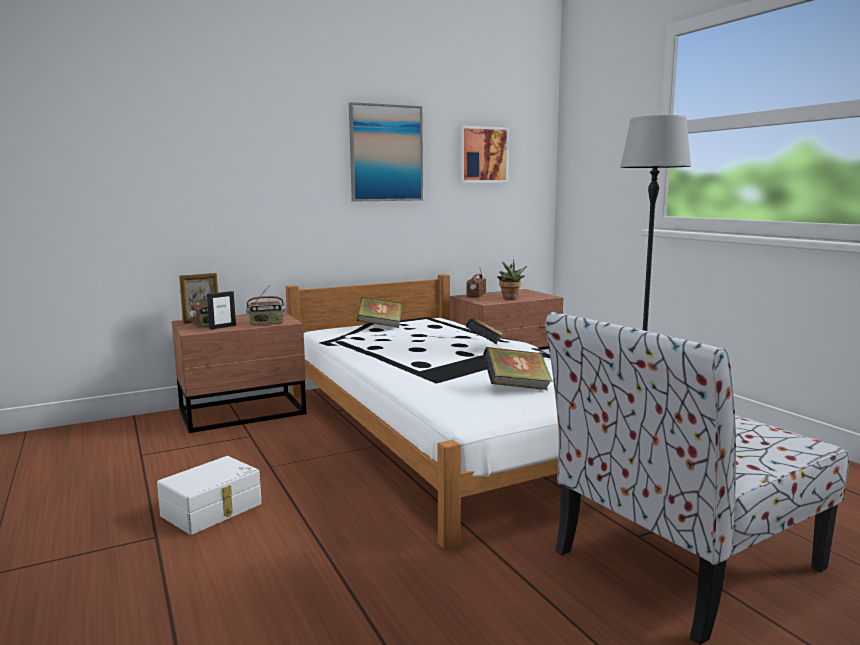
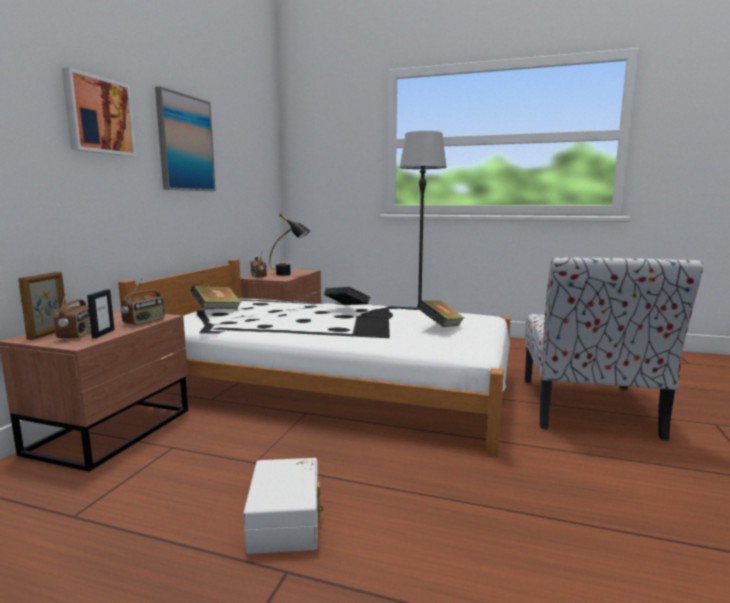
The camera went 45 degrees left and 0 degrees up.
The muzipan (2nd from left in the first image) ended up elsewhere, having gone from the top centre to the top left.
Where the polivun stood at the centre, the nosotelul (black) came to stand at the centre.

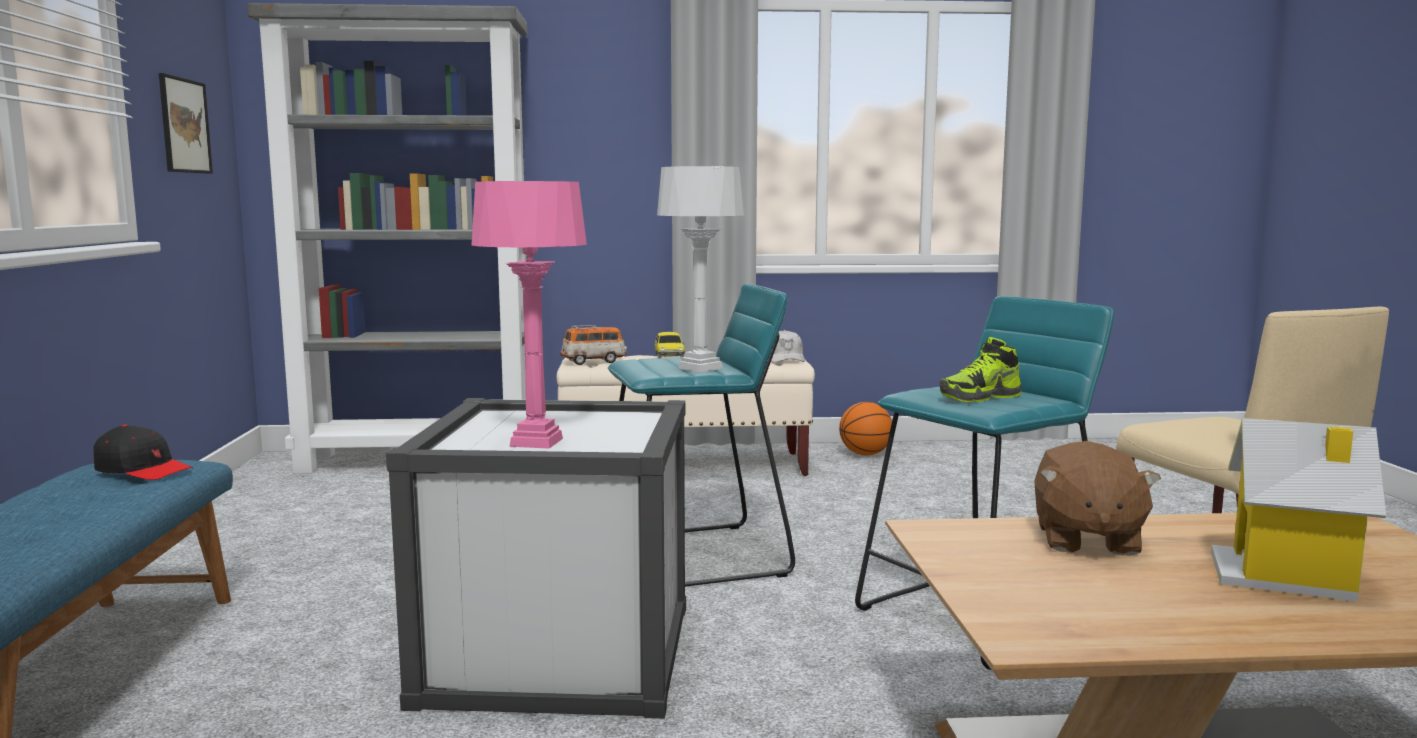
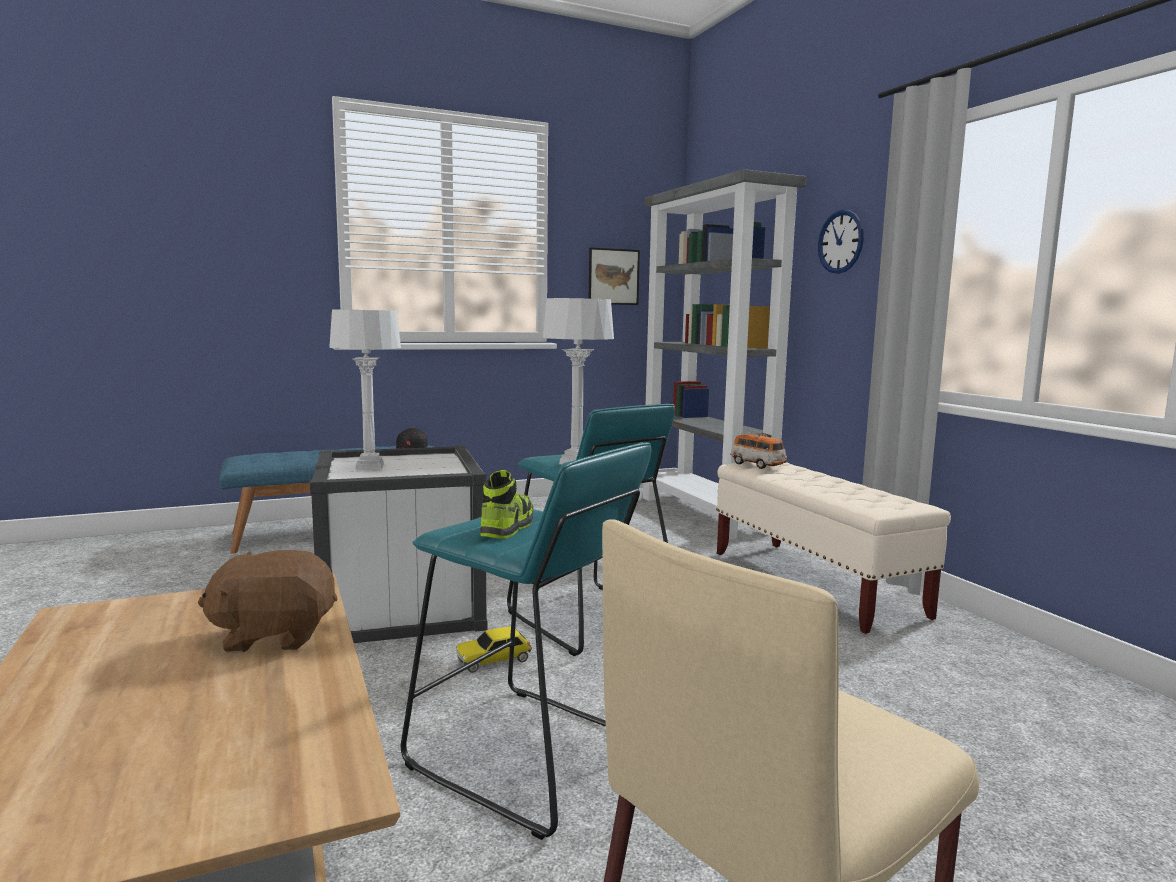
The camera went 70 degrees right and 0 degrees up.
What was the nosotelul (pink) at the centre turned into the nosotelul (grey) (1st from left) at the middle left.
The second view lost the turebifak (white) at the centre.
The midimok (2nd from left in the first image) ended up elsewhere, having gone from the centre to the bottom centre.
The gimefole at the middle right ended up facing another way, 60 degrees clockwise from before.
The second view lost the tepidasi at the centre.
The second view lost the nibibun at the bottom right.
The second view gained the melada at the top right.

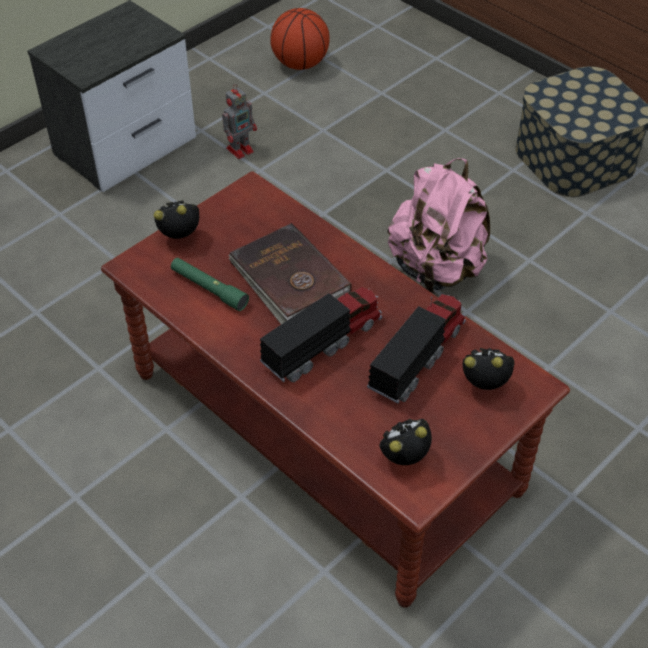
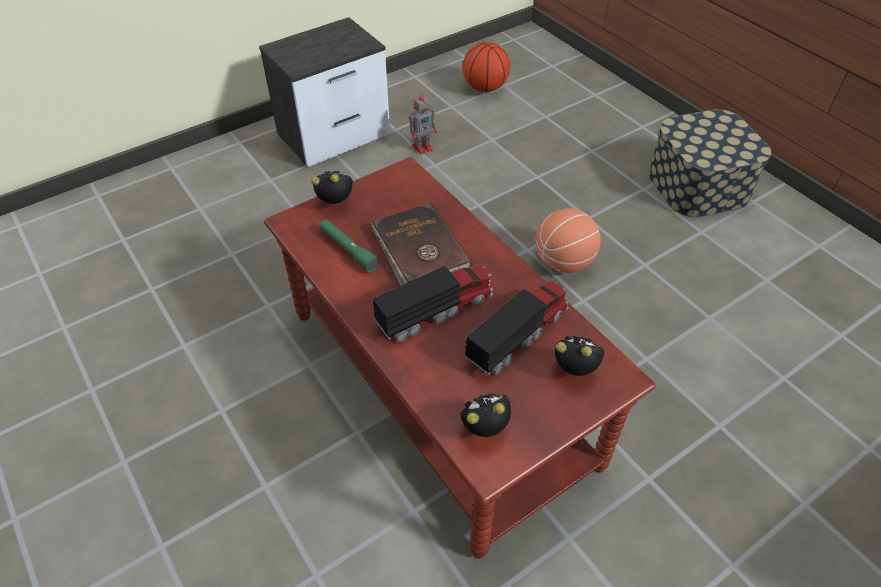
The camera went 10 degrees right and 0 degrees up.
Where the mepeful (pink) stood at the middle right, the tepidasi (2nd from left) came to stand at the centre.

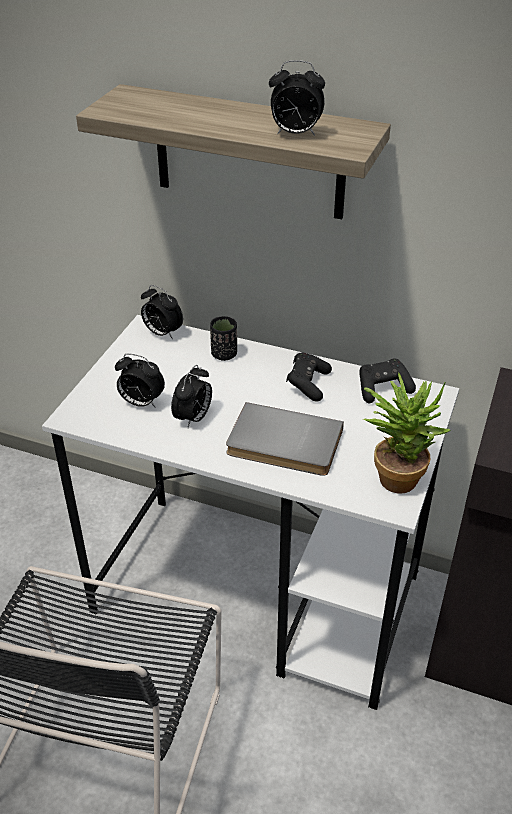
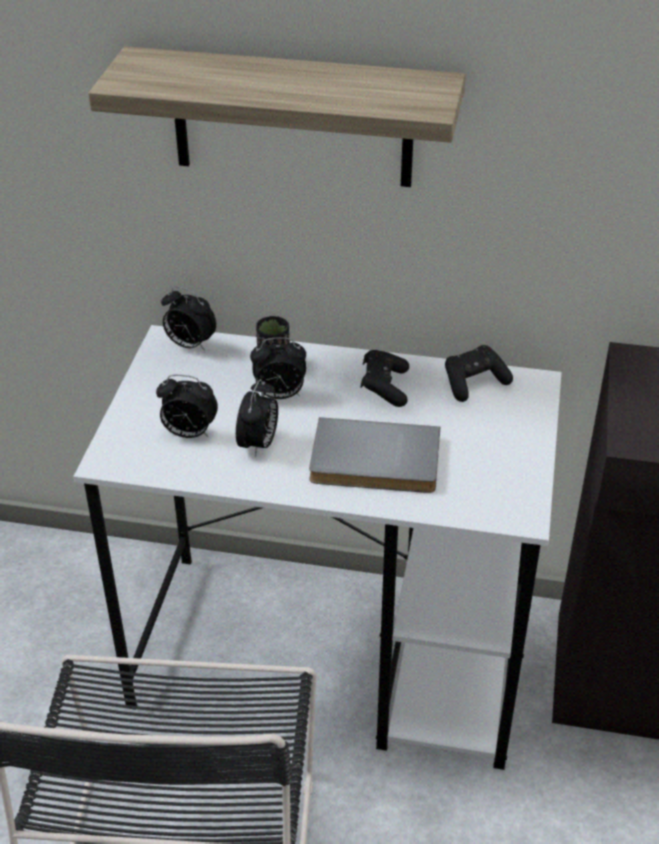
The camera went 10 degrees left and 0 degrees up.
The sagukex (4th from left) ended up elsewhere, having gone from the top centre to the centre.
The second view lost the polivun at the middle right.

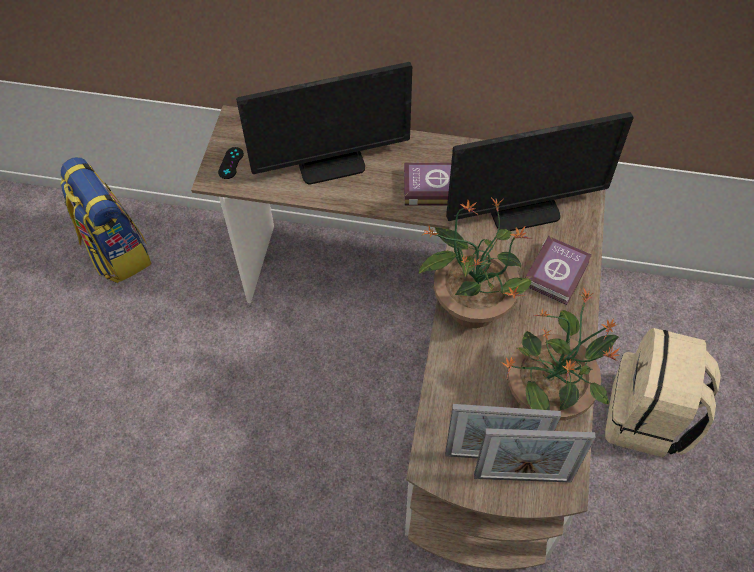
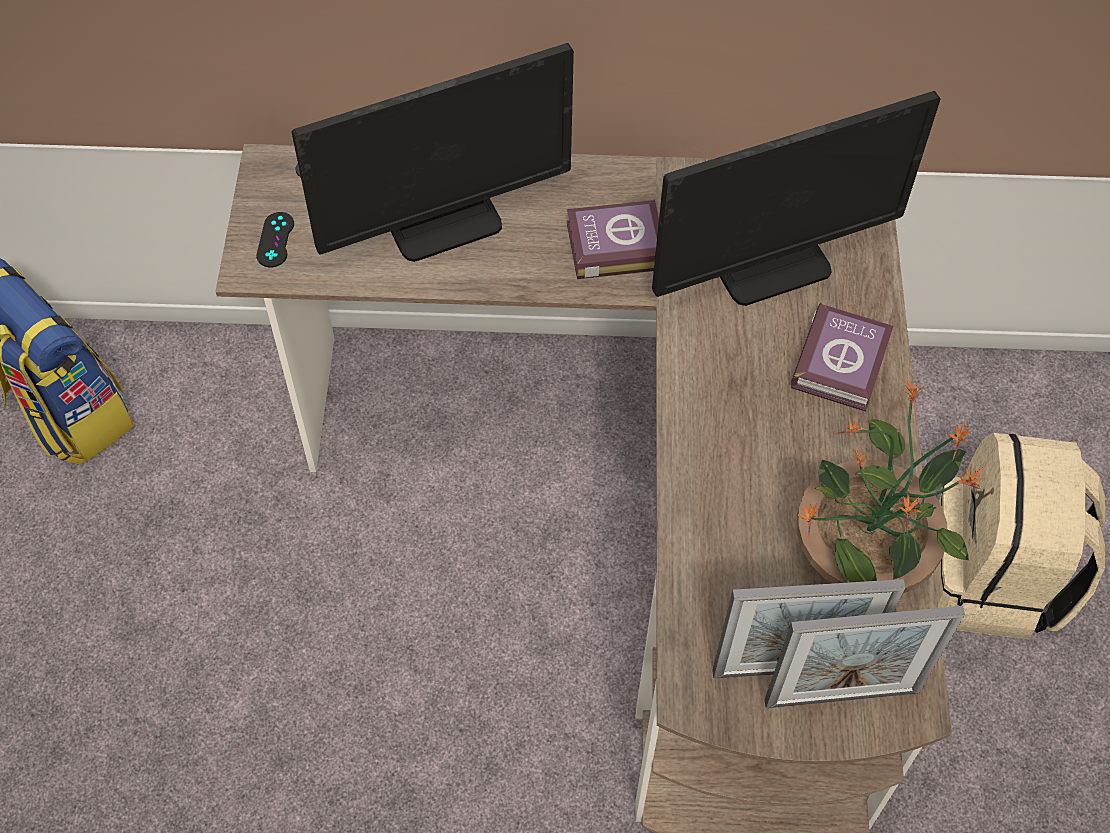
The camera went 10 degrees left and 0 degrees up.
The second view lost the polivun (1st from left) at the centre.

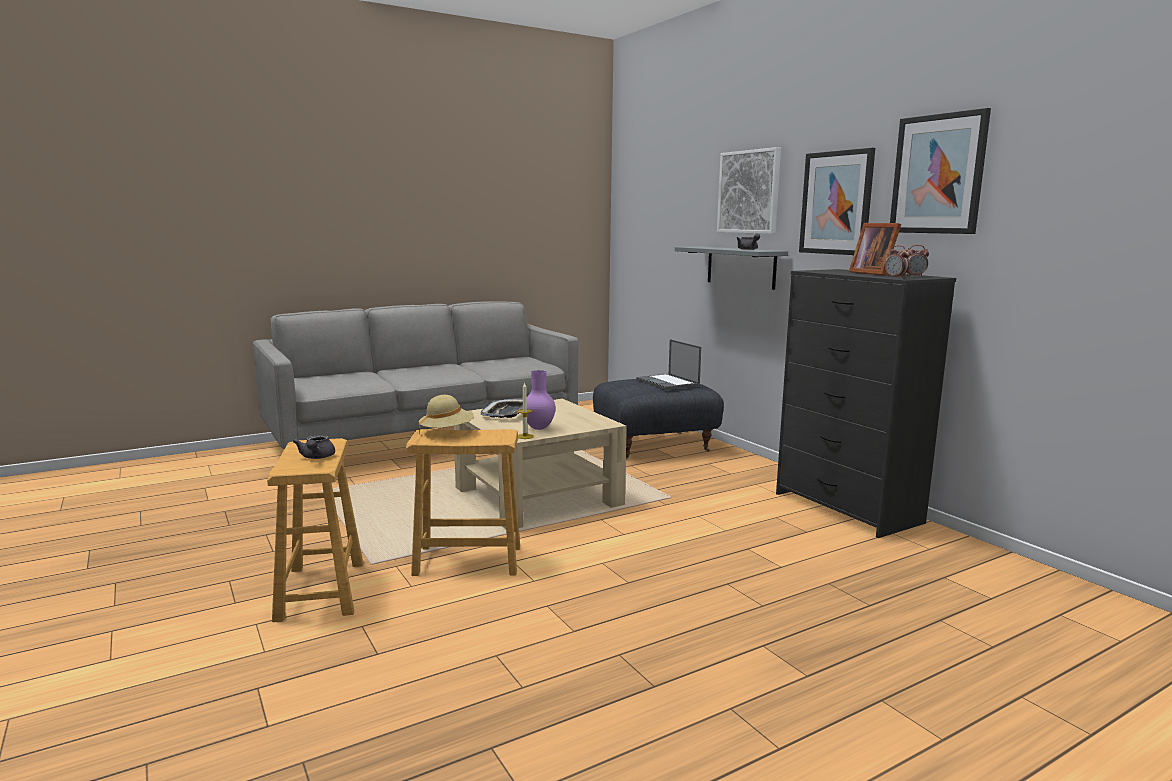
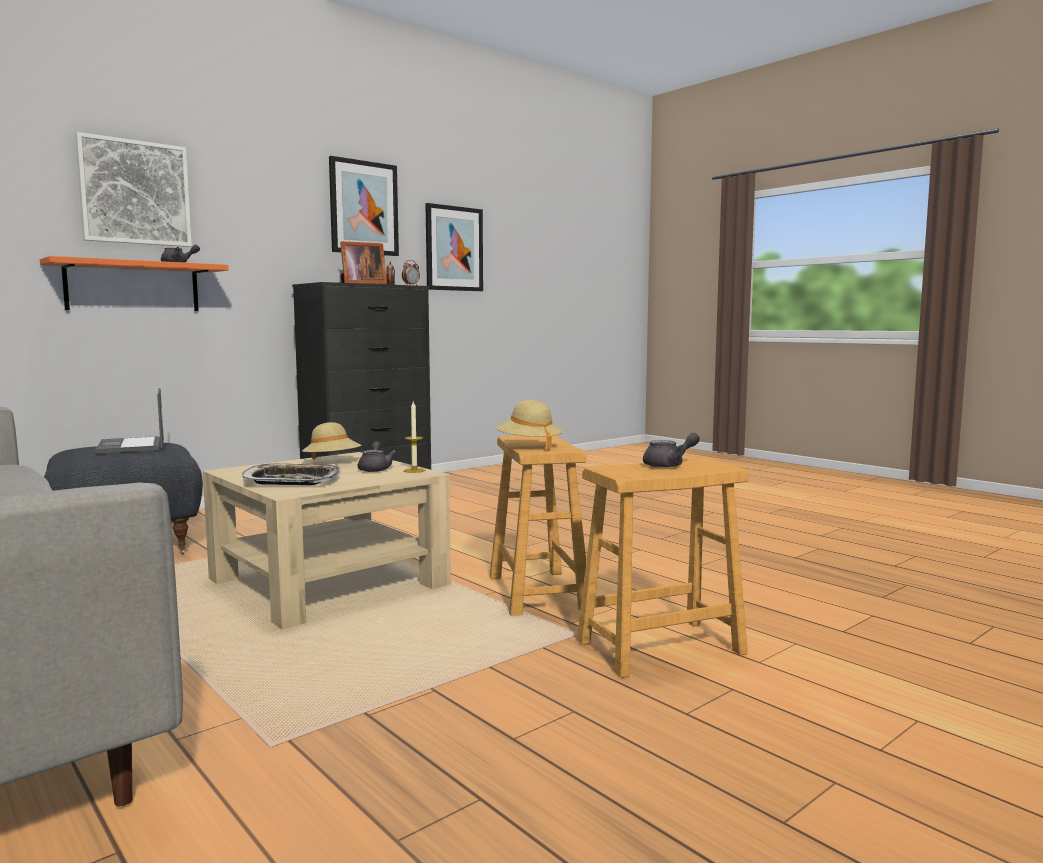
The camera went 100 degrees left and 5 degrees down.
The muzipan (2nd from left in the first image) ended up elsewhere, having gone from the top right to the top centre.
What was the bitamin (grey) at the centre turned into the bitamin (orange) at the top left.
The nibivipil at the centre ended up facing another way, 105 degrees clockwise from before.
Where the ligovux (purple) stood at the centre, the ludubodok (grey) (2nd from left) came to stand at the centre.
The second view gained the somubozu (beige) (1st from left) at the middle left.

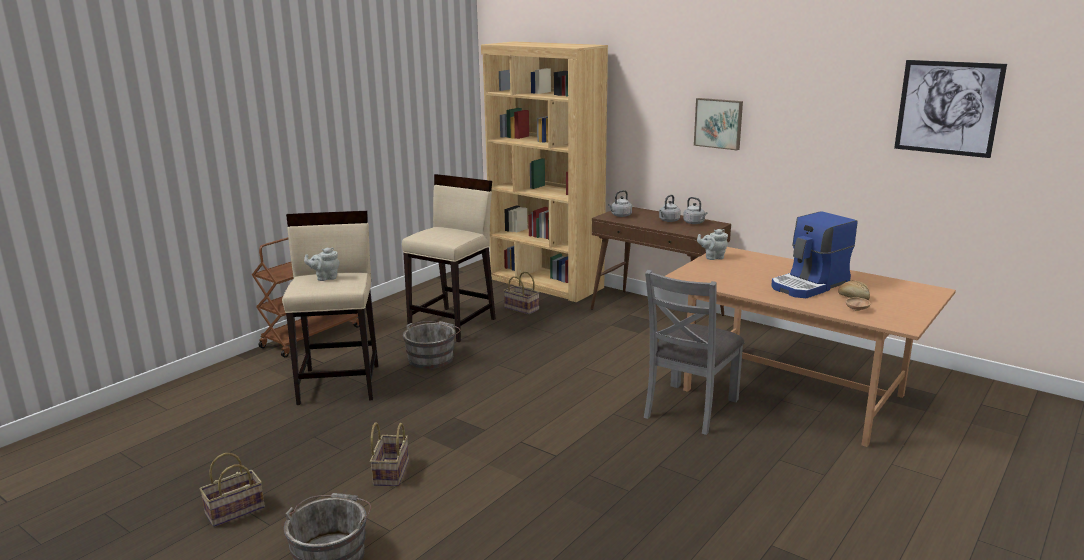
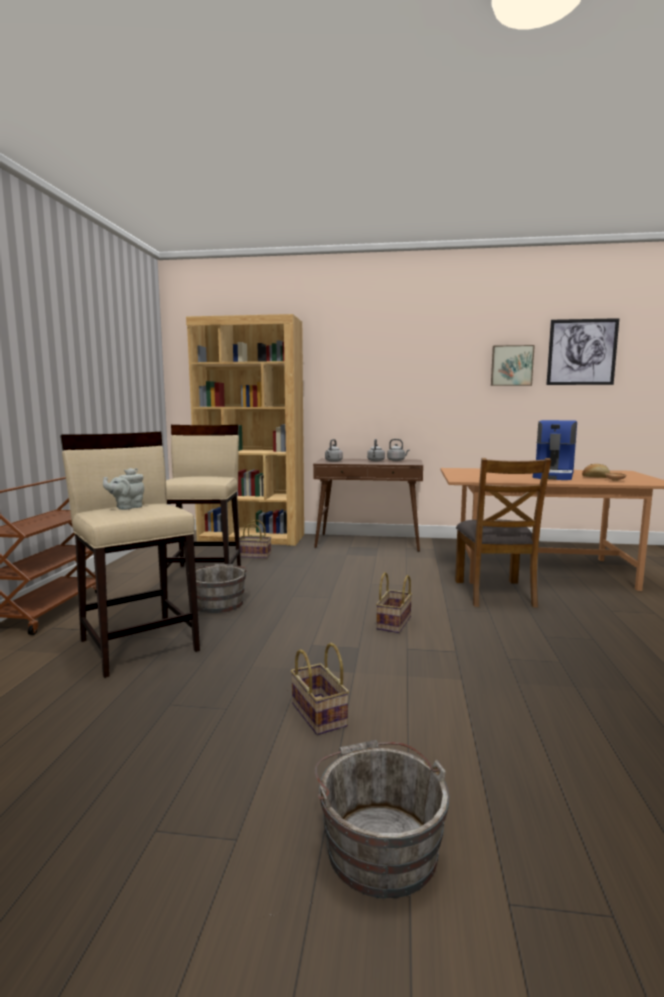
The camera went 30 degrees left and 10 degrees down.
The muzipan (1st from left) ended up elsewhere, having gone from the top centre to the middle right.
The second view lost the ludubodok (grey) (2nd from left) at the centre.
What was the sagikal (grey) at the centre turned into the sagikal (brown) at the middle right.
The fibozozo (1st from left in the first image) ended up elsewhere, having gone from the bottom left to the centre.

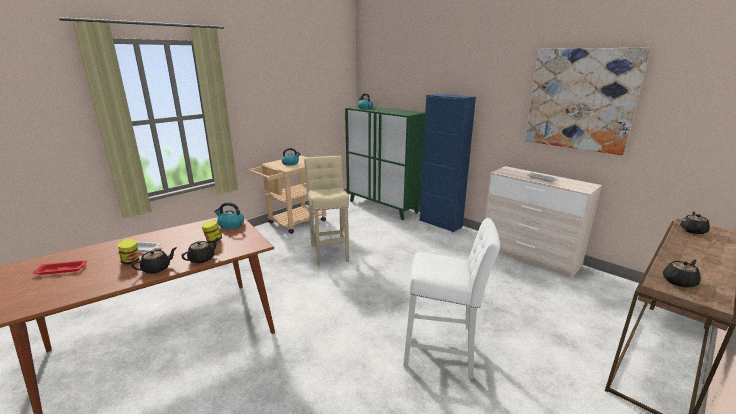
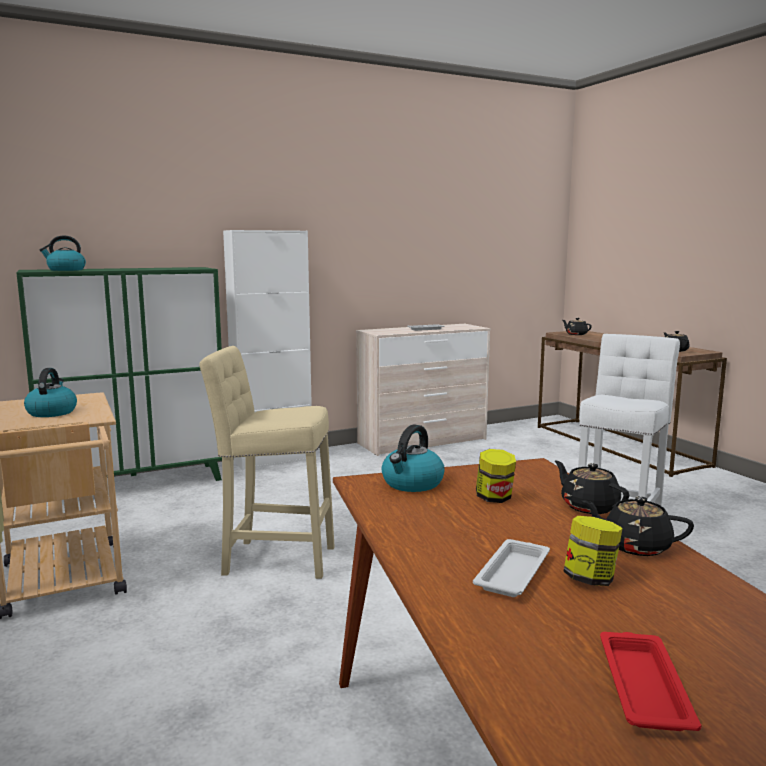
The camera went 70 degrees left and 10 degrees down.
The second view lost the muzipan at the top right.
What was the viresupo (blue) at the centre turned into the viresupo (white) at the centre.
The ludubodok (black) (1st from left in the first image) at the middle left ended up facing another way, 45 degrees counterclockwise from before.

